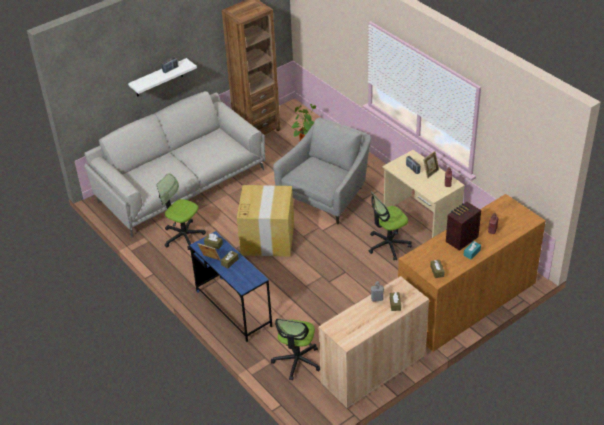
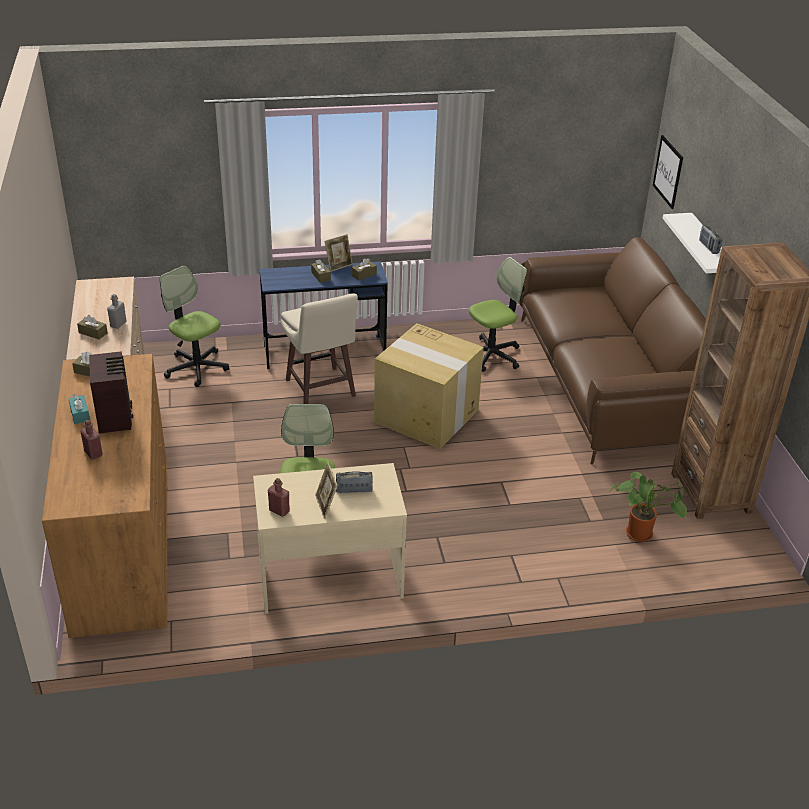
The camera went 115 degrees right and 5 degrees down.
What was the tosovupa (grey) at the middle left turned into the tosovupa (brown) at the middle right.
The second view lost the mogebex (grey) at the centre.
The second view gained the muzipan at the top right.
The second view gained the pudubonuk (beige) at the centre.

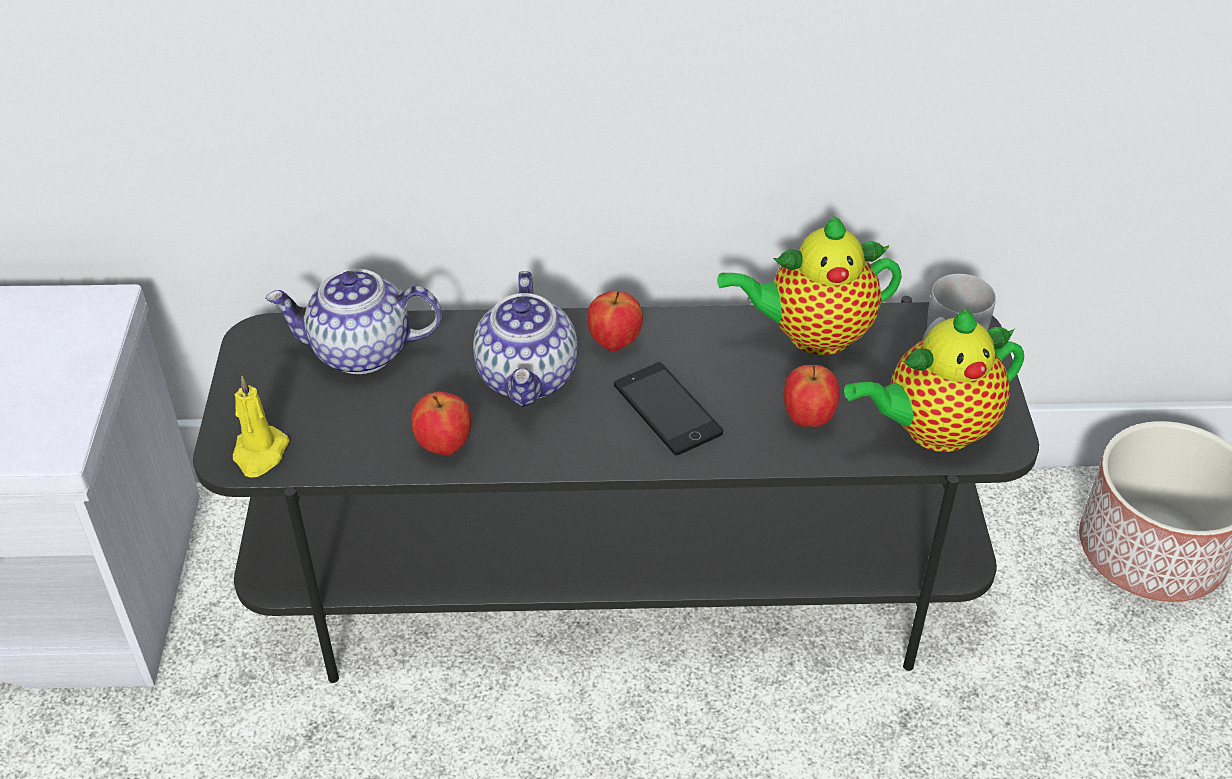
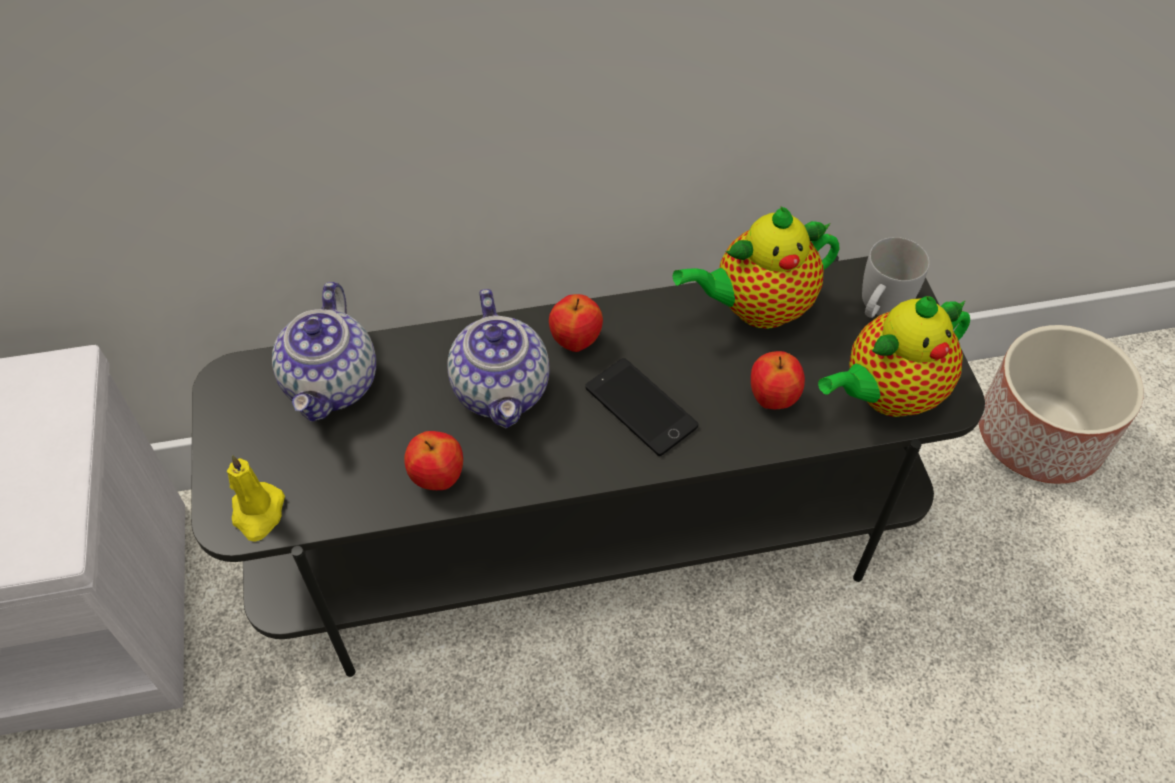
The camera went 10 degrees left and 10 degrees up.
The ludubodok (1st from left) at the middle left ended up facing another way, 75 degrees counterclockwise from before.

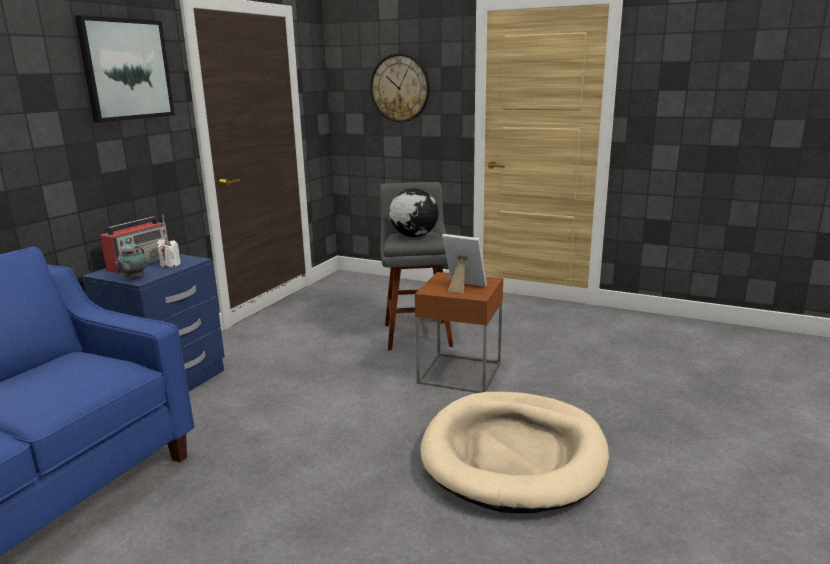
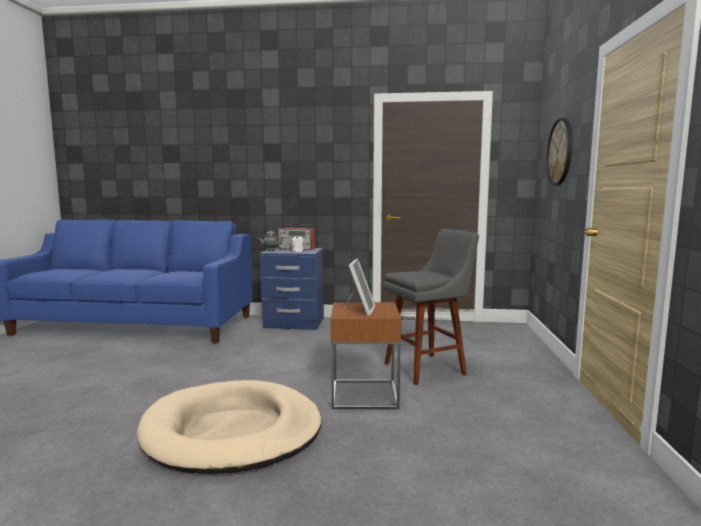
The camera went 70 degrees right and 10 degrees down.
The second view lost the muzipan at the top left.
The second view lost the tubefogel at the centre.

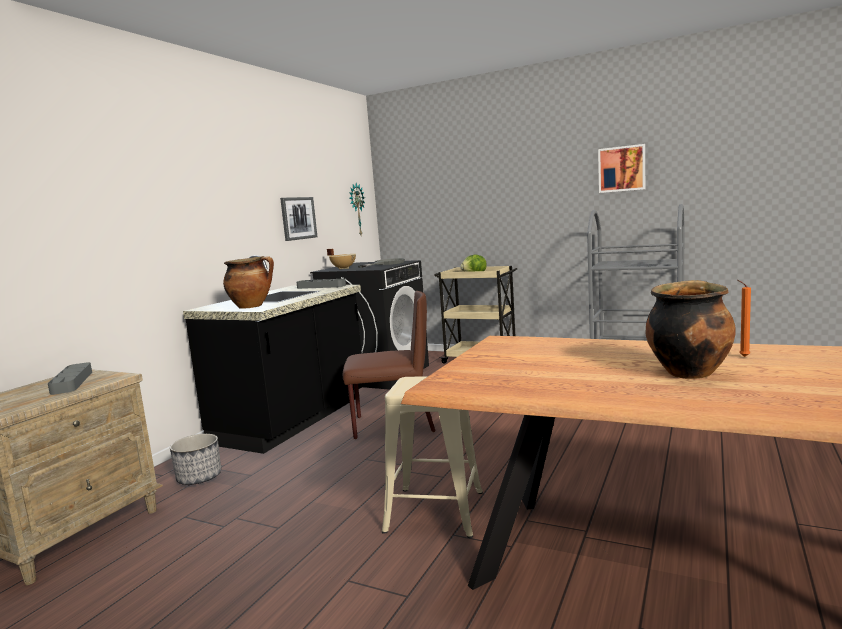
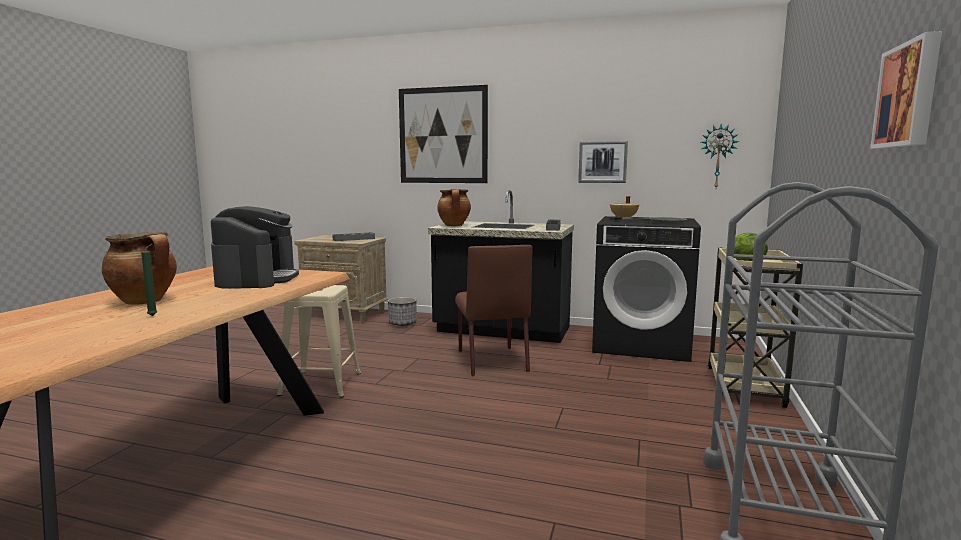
The camera went 80 degrees right and 0 degrees up.
What was the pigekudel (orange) at the middle right turned into the pigekudel (green) at the middle left.
The second view gained the muzipan (1st from left) at the top centre.
The second view gained the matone at the middle left.

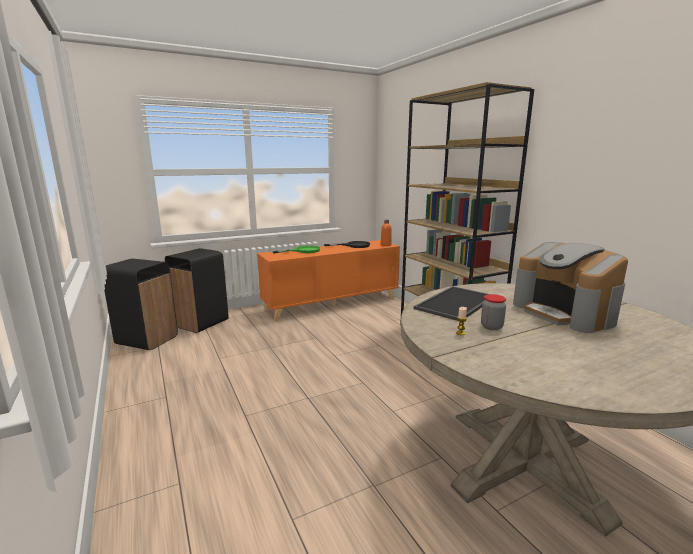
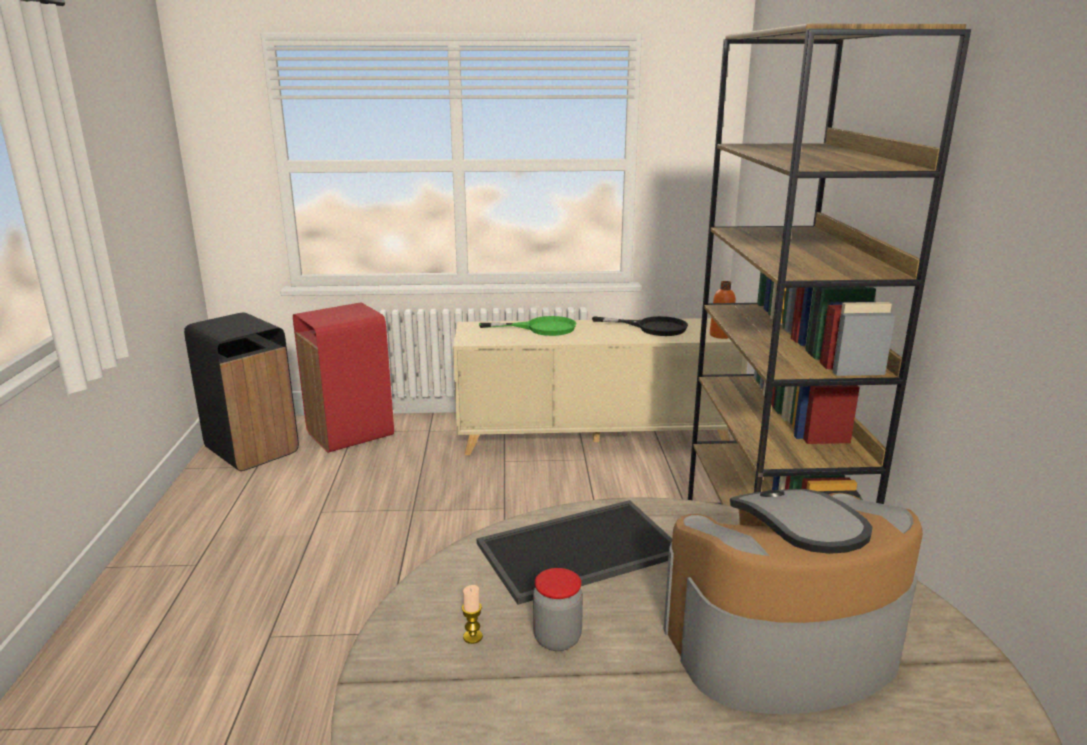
The camera went 25 degrees right and 5 degrees up.
What was the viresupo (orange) at the centre turned into the viresupo (beige) at the centre.
The matone at the middle right ended up facing another way, 75 degrees clockwise from before.
What was the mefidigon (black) (2nd from left) at the middle left turned into the mefidigon (red) at the middle left.

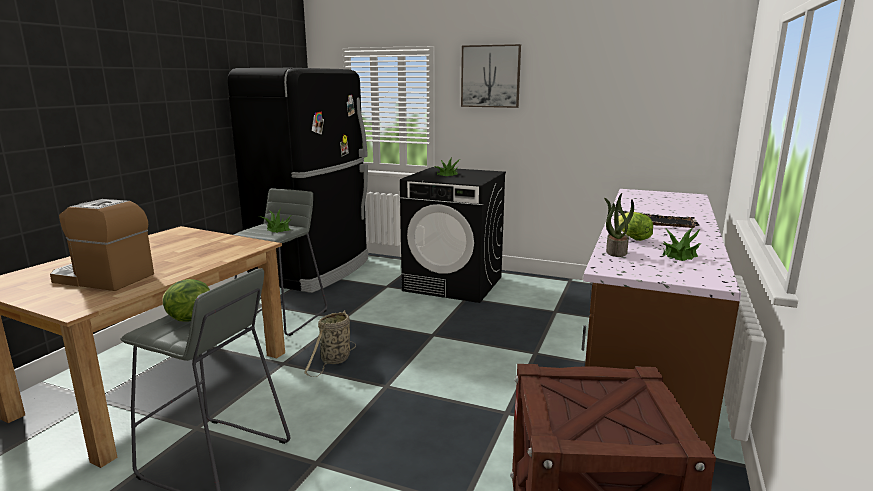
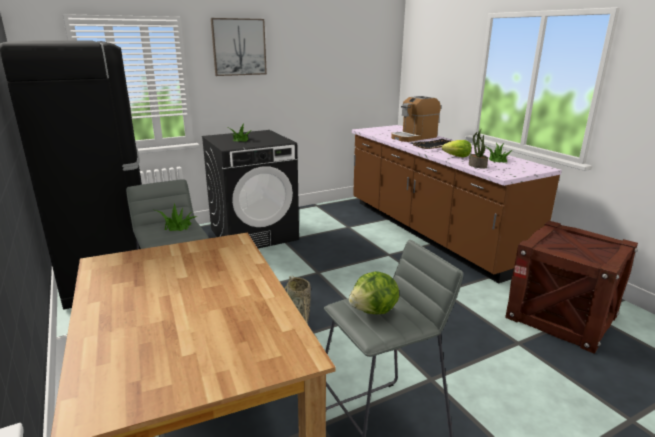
The camera went 50 degrees left and 5 degrees up.
The matone ended up elsewhere, having gone from the middle left to the top centre.

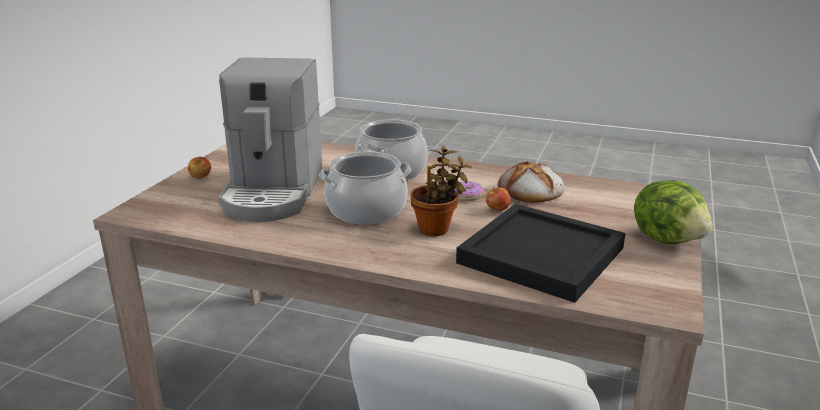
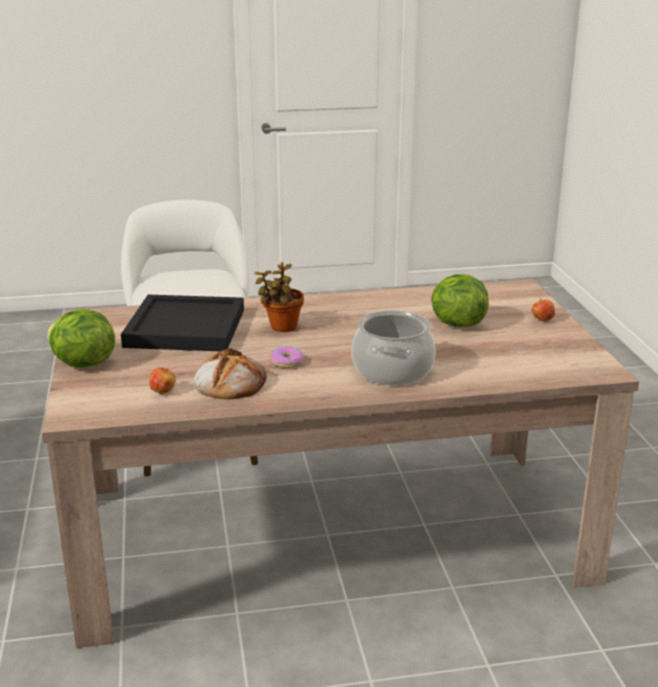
The camera went 150 degrees right and 0 degrees up.
Where the matone stood at the middle left, the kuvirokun (2nd from left) came to stand at the middle right.
The second view lost the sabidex (1st from left) at the centre.
The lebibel (2nd from left in the first image) ended up elsewhere, having gone from the centre to the middle left.

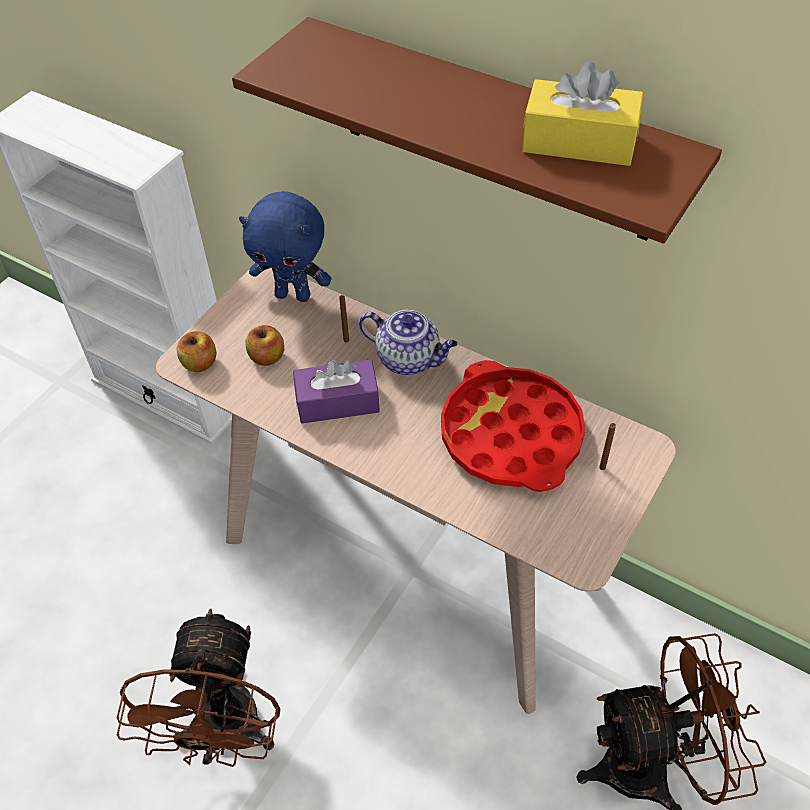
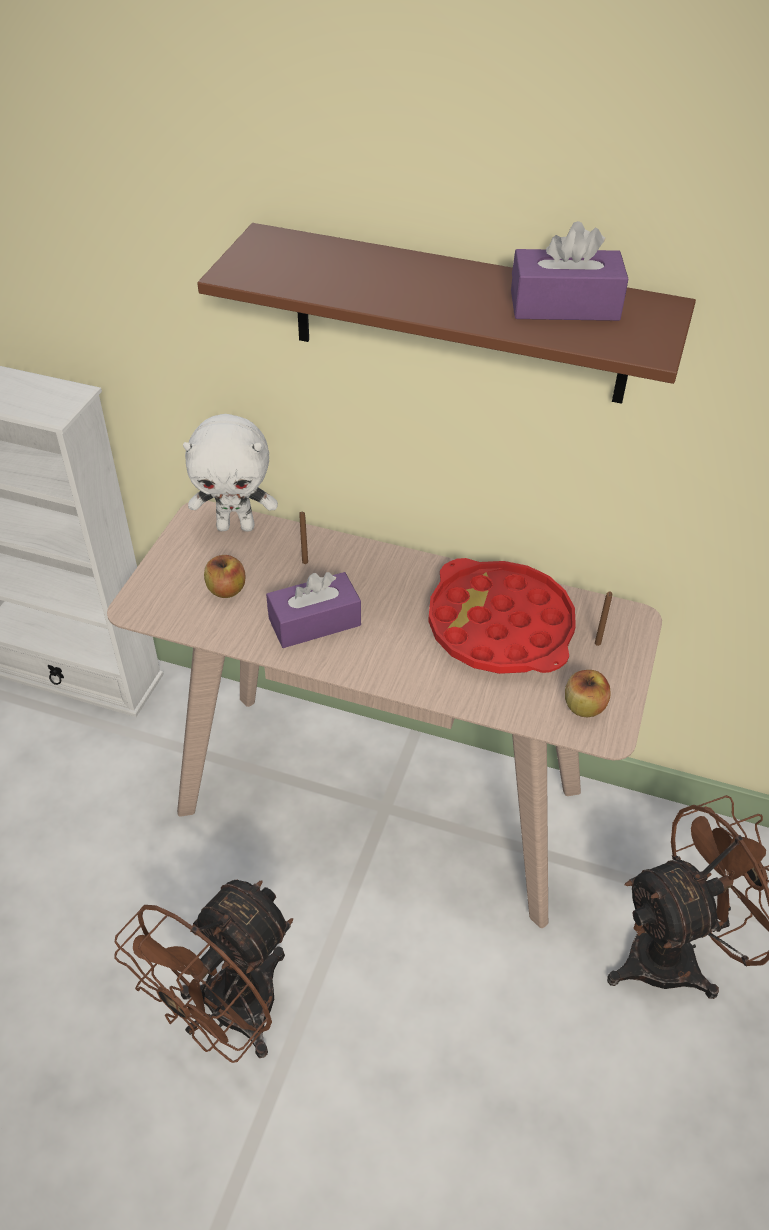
The camera went 15 degrees left and 5 degrees down.
What was the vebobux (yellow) at the top right turned into the vebobux (purple) (2nd from left) at the top right.
What was the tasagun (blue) at the top centre turned into the tasagun (white) at the middle left.
The second view lost the ludubodok at the centre.
The lebibel (1st from left in the first image) ended up elsewhere, having gone from the middle left to the middle right.
The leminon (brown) (1st from left) at the bottom left ended up facing another way, 45 degrees clockwise from before.

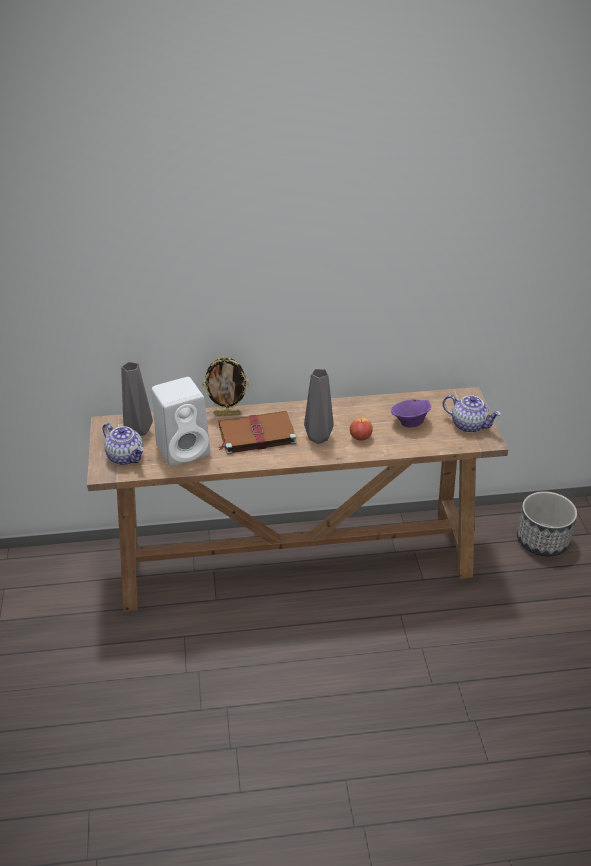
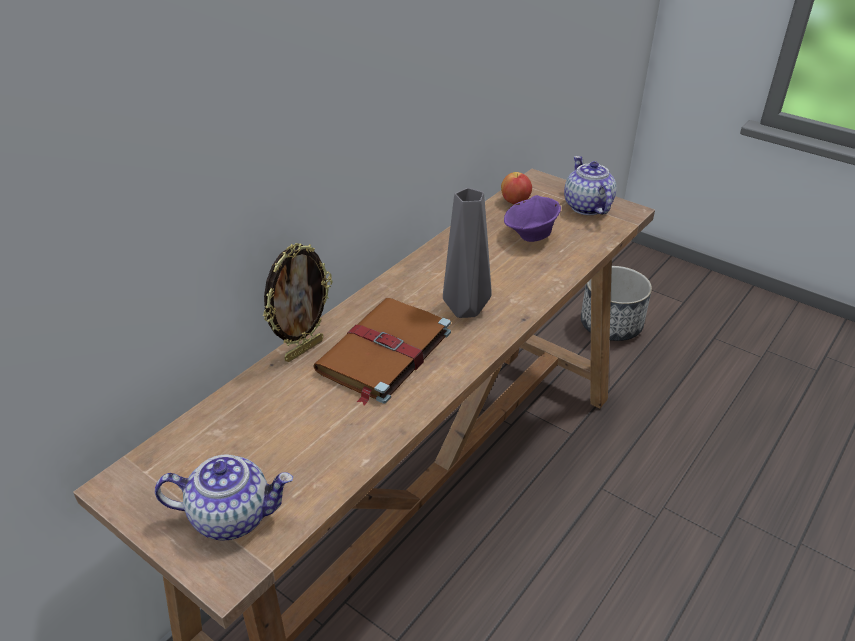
The camera went 45 degrees left and 0 degrees up.
The second view lost the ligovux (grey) (1st from left) at the middle left.
The second view lost the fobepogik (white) at the middle left.
The ludubodok (2nd from left) at the middle right ended up facing another way, 90 degrees counterclockwise from before.
The lebibel ended up elsewhere, having gone from the centre to the top centre.

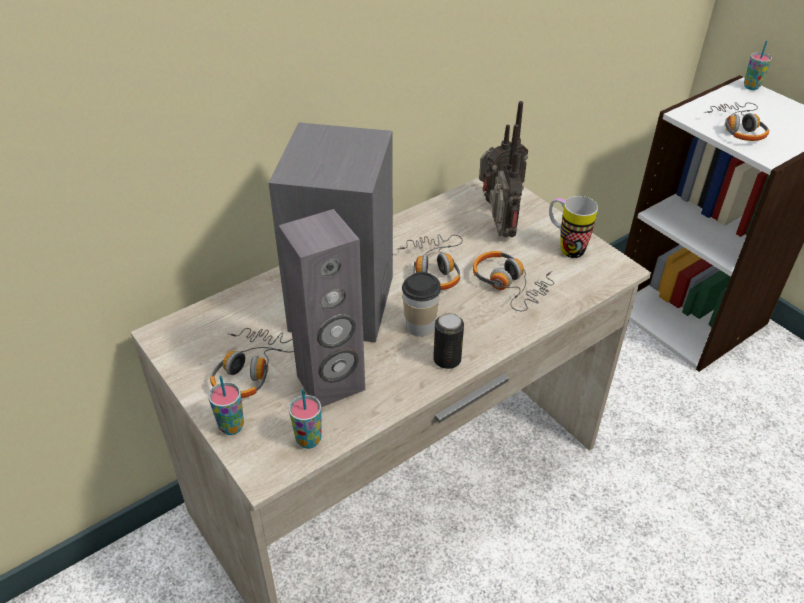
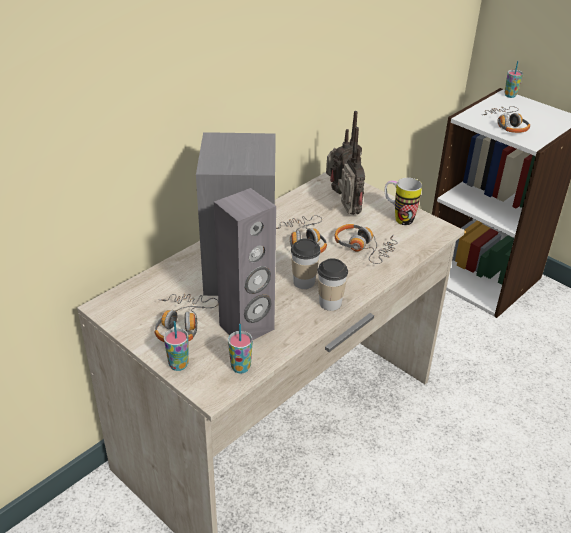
The camera went 10 degrees left and 5 degrees down.
Where the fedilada stood at the centre, the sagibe (4th from left) came to stand at the centre.

